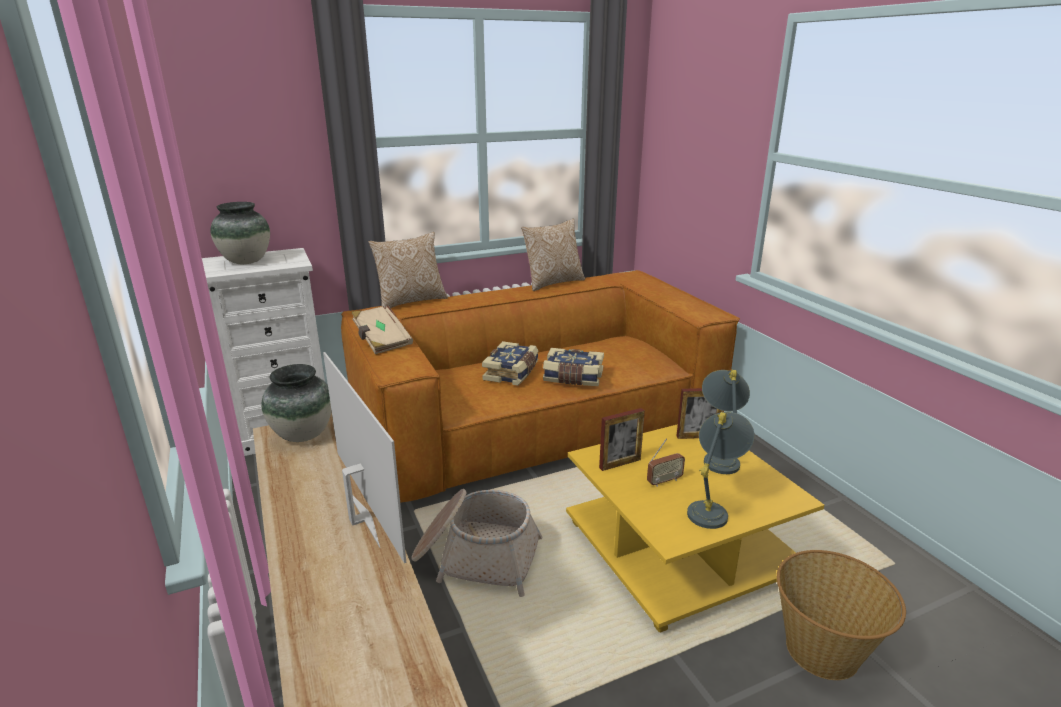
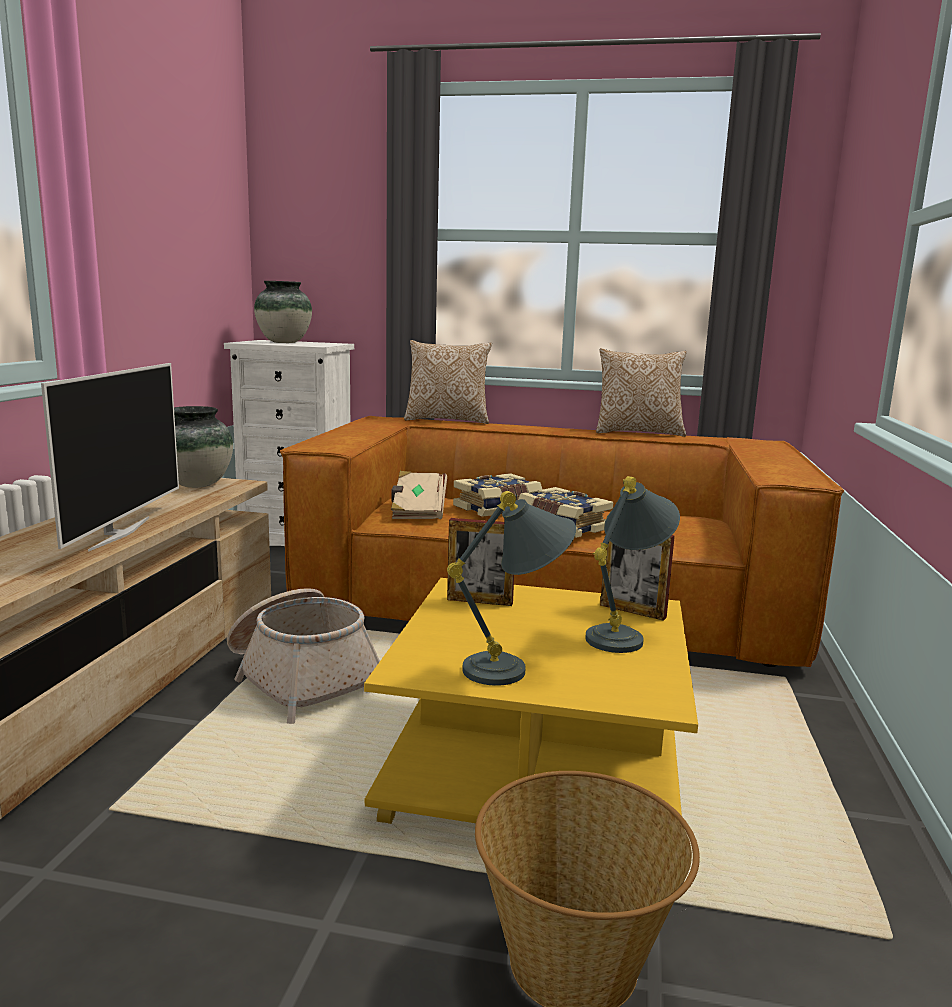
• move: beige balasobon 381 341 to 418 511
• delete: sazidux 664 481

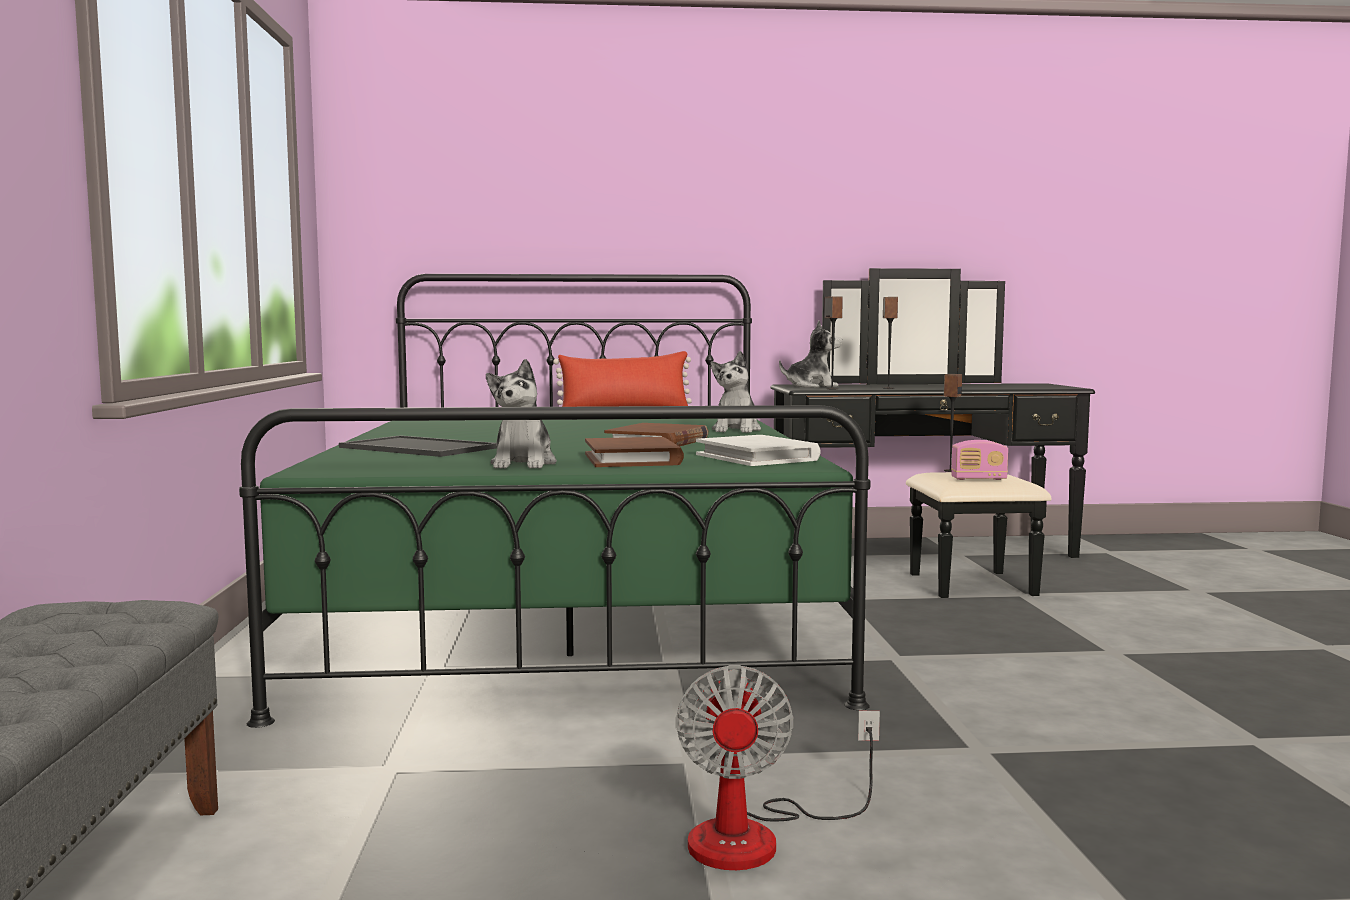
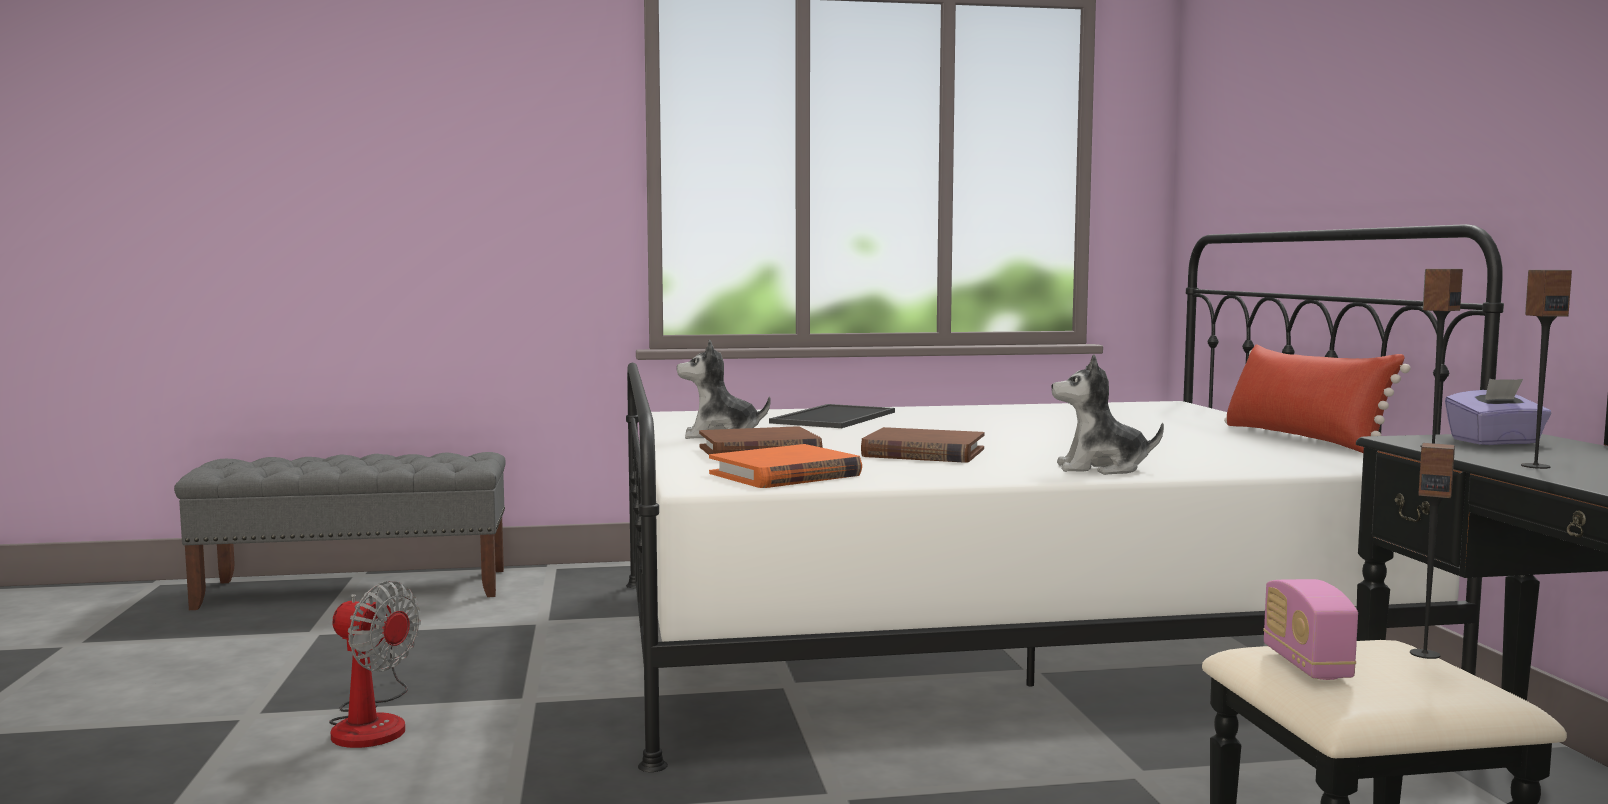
• recolor: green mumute 573 607 to white mumute 983 638
• rotate: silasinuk 758 836 = 372 723 150 degrees counterclockwise
• recolor: white balasobon 757 457 to orange balasobon 785 474
• replace: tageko 812 386 to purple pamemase 1495 442

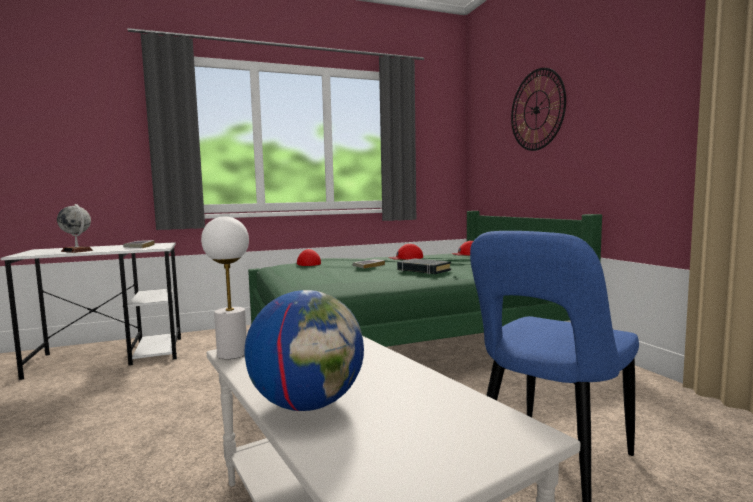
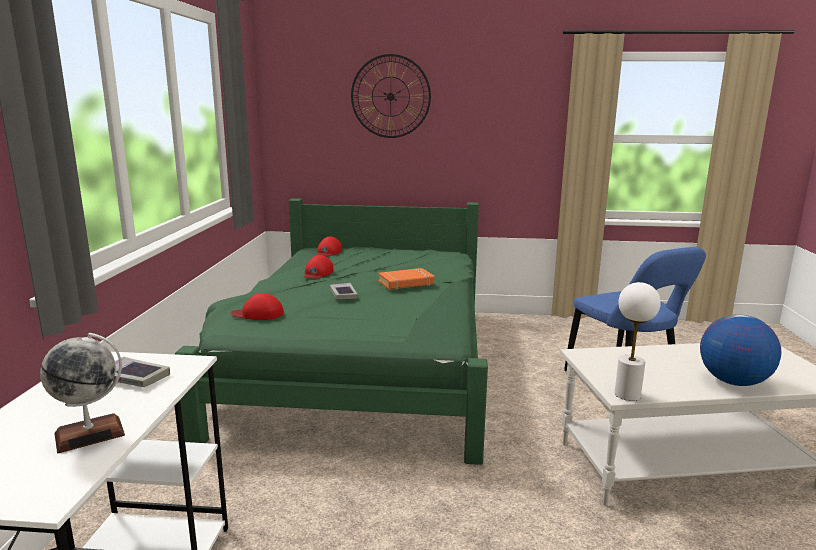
• recolor: black balasobon 423 270 to orange balasobon 406 283

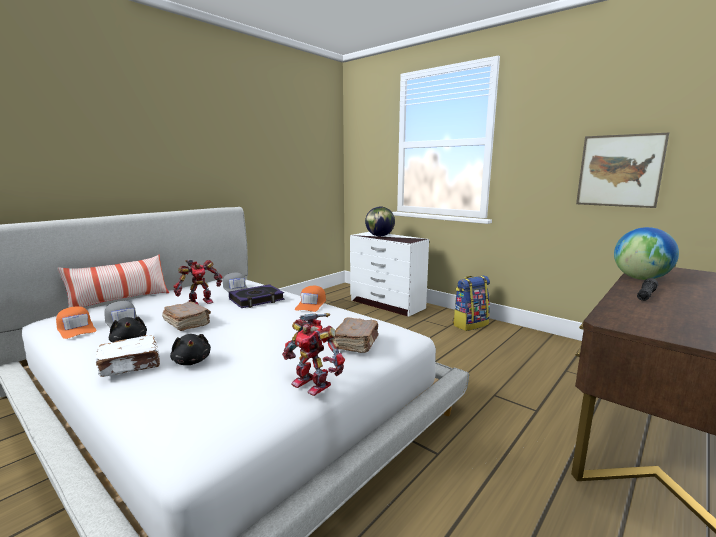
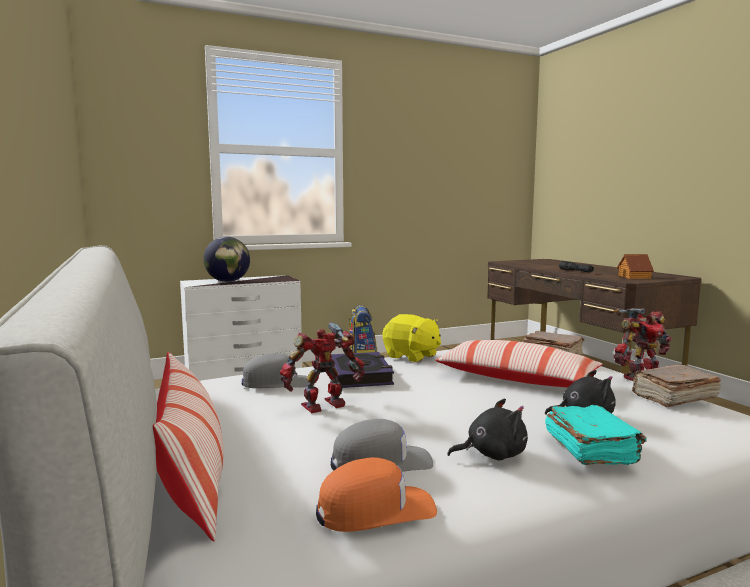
• recolor: white balasobon 131 365 to turquoise balasobon 590 450
• move: brown balasobon 187 324 to 673 397
• rotate: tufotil 200 302 = 325 406 105 degrees counterclockwise
• replace: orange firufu 311 304 to yellow tageko 411 356
• delete: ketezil 619 171
• delete: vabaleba 640 278
• insert: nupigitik 516 379
• insert: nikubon 634 277

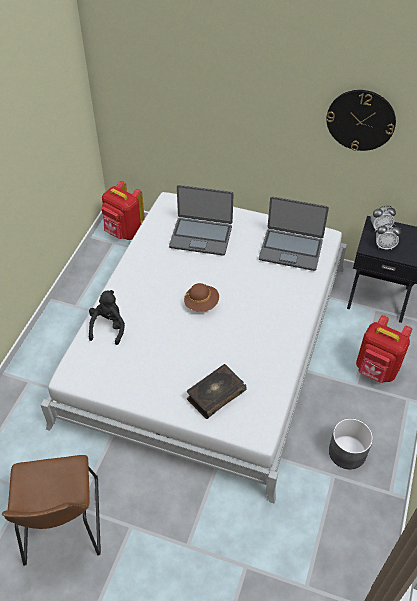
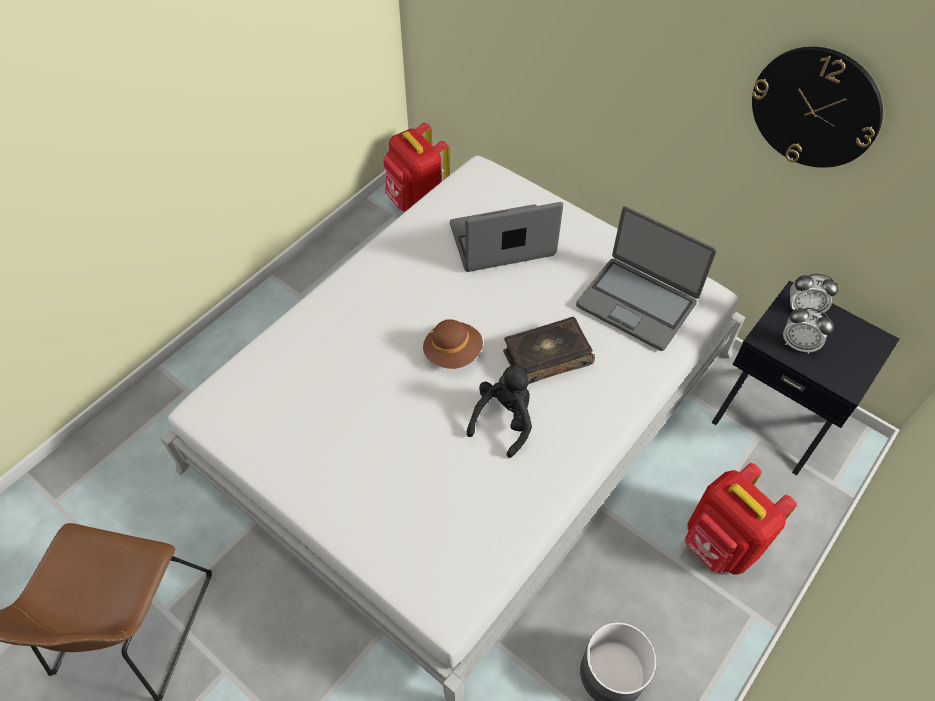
• move: black tageko 108 327 to 504 420
• rotate: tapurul 201 236 = 502 241 135 degrees clockwise
• move: balasobon 215 395 to 546 357

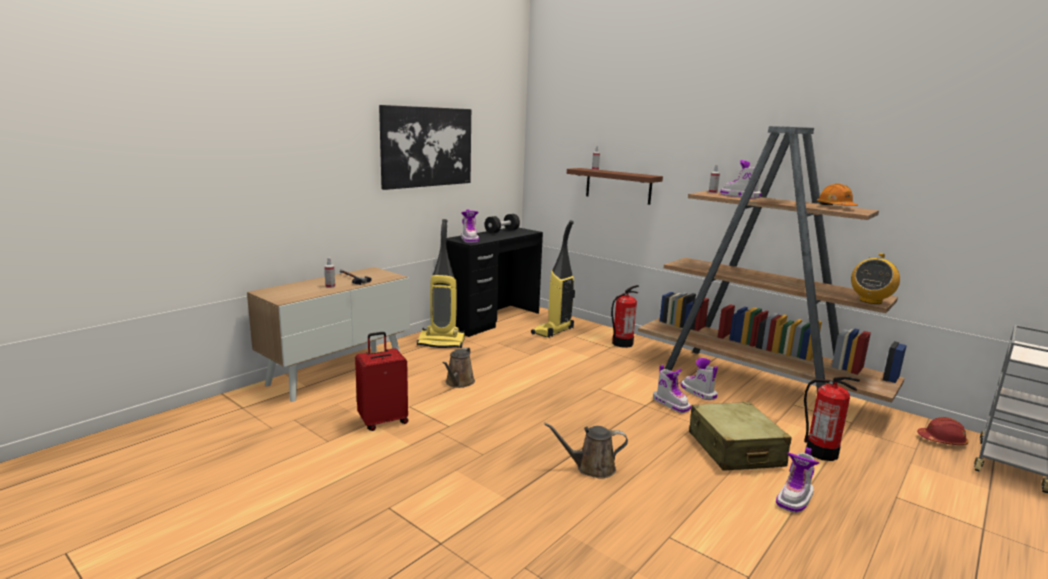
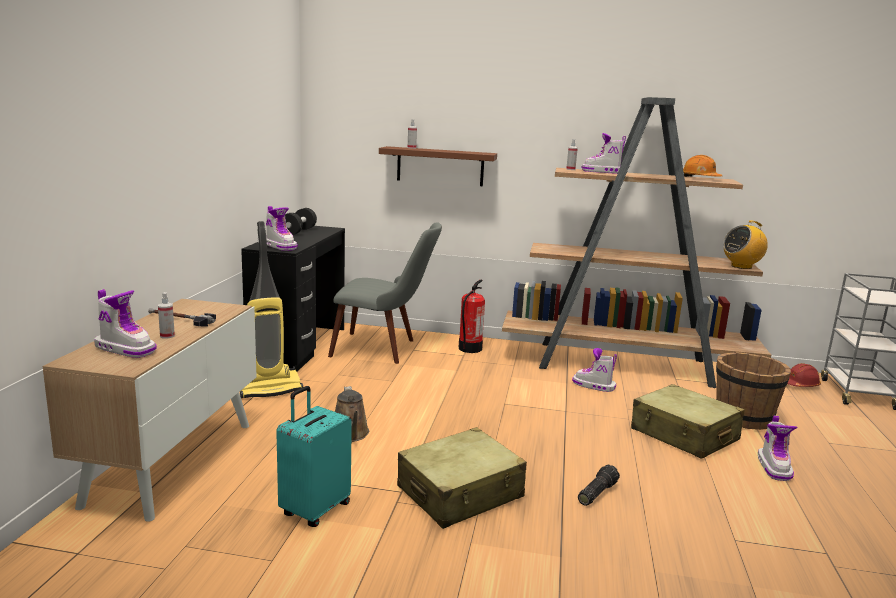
• recolor: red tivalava 383 421 to turquoise tivalava 314 509
• delete: ketezil 427 147
• replace: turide 553 331 to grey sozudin 385 349
• replace: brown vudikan 591 468 to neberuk 596 493
• move: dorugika 671 404 to 126 349
• replace: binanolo 821 452 to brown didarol 743 418
• rotate: sazidux 870 301 = 741 266 60 degrees clockwise
• insert: beige tivalava 460 493

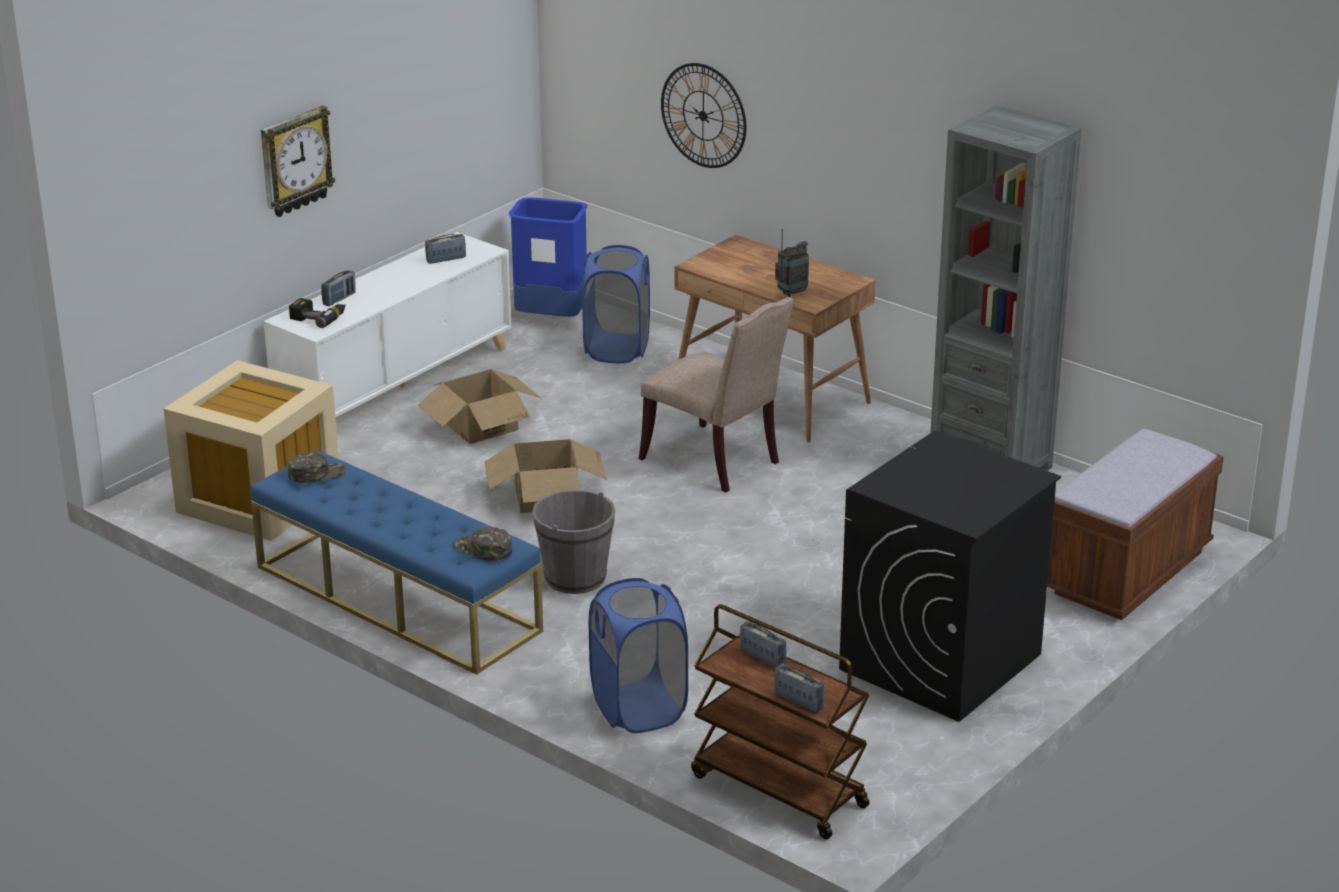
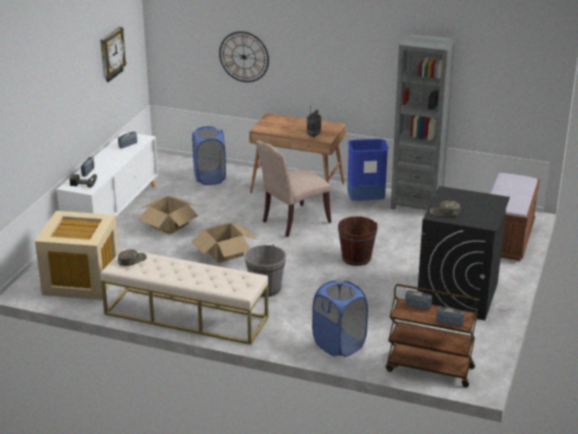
• recolor: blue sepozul 396 598 to beige sepozul 185 316
• move: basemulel 295 161 to 111 54
• move: green firufu 483 549 to 444 212
• move: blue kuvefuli 551 318 to 365 201
• rotate: beige sozudin 716 461 = 293 222 120 degrees clockwise
• insert: brown didarol 356 258

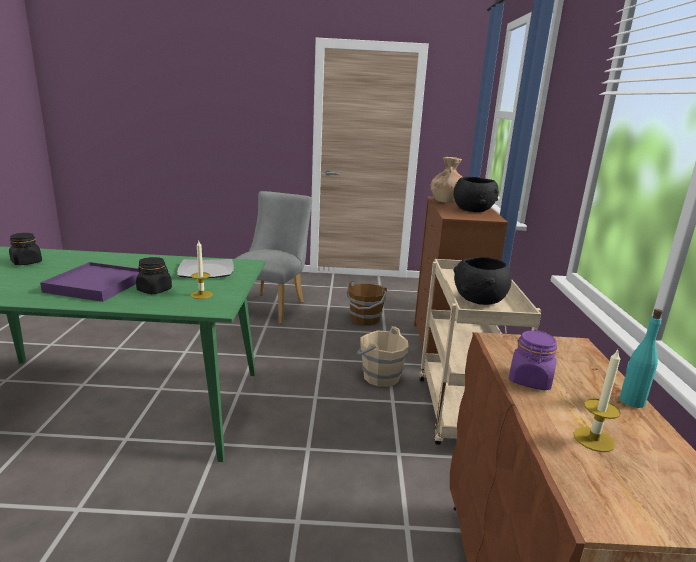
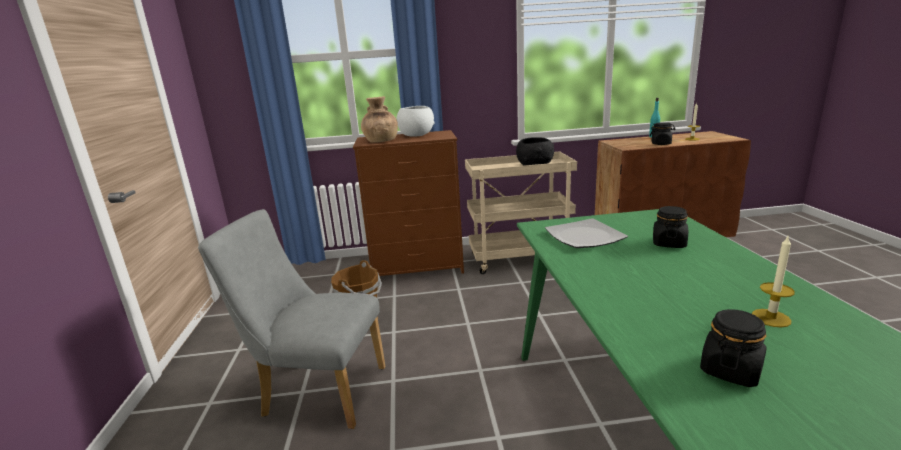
• delete: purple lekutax 96 285
• move: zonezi 201 295 to 771 318
• delete: beige didarol 380 376
• recolor: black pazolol 473 210 to white pazolol 416 135
• recolor: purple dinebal 530 380 to black dinebal 661 144

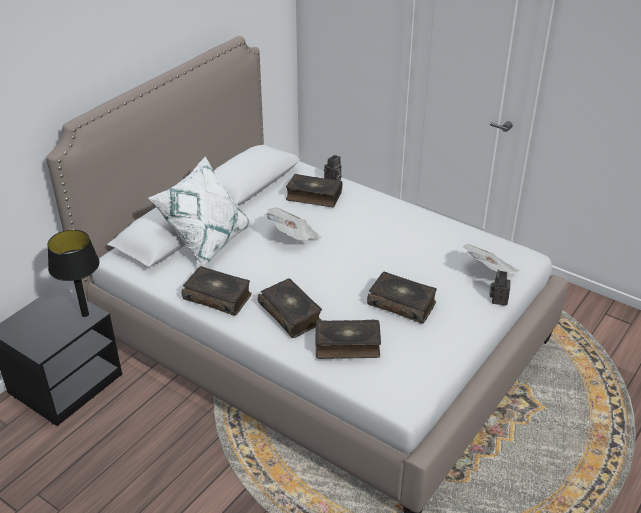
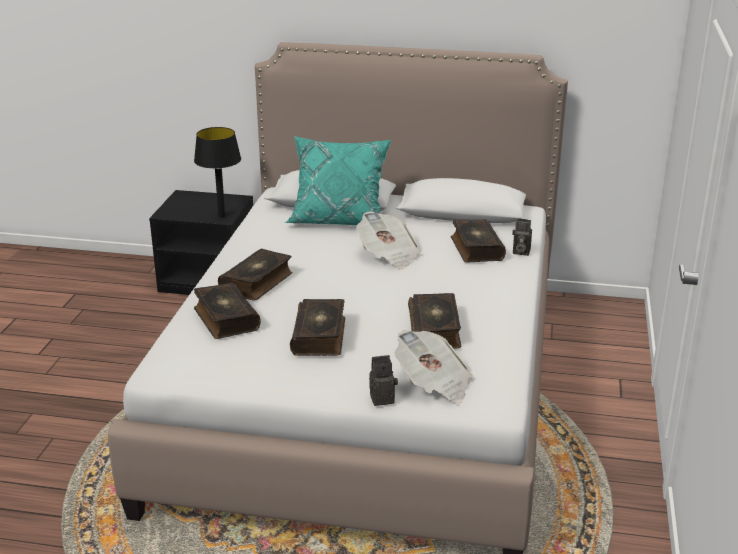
• recolor: white nupigitik 207 241 to turquoise nupigitik 339 219
• move: balasobon 218 297 to 435 330

